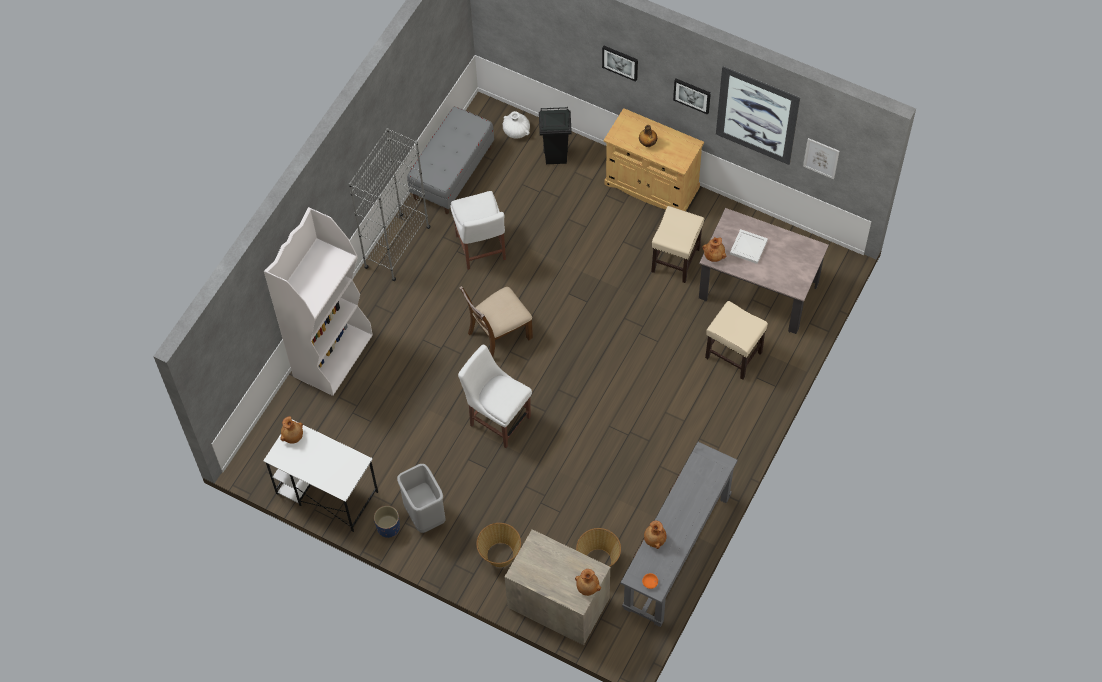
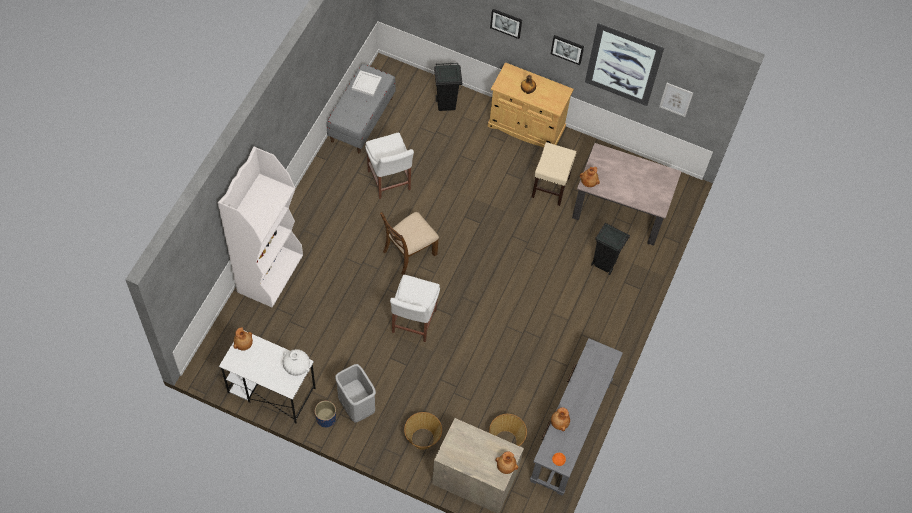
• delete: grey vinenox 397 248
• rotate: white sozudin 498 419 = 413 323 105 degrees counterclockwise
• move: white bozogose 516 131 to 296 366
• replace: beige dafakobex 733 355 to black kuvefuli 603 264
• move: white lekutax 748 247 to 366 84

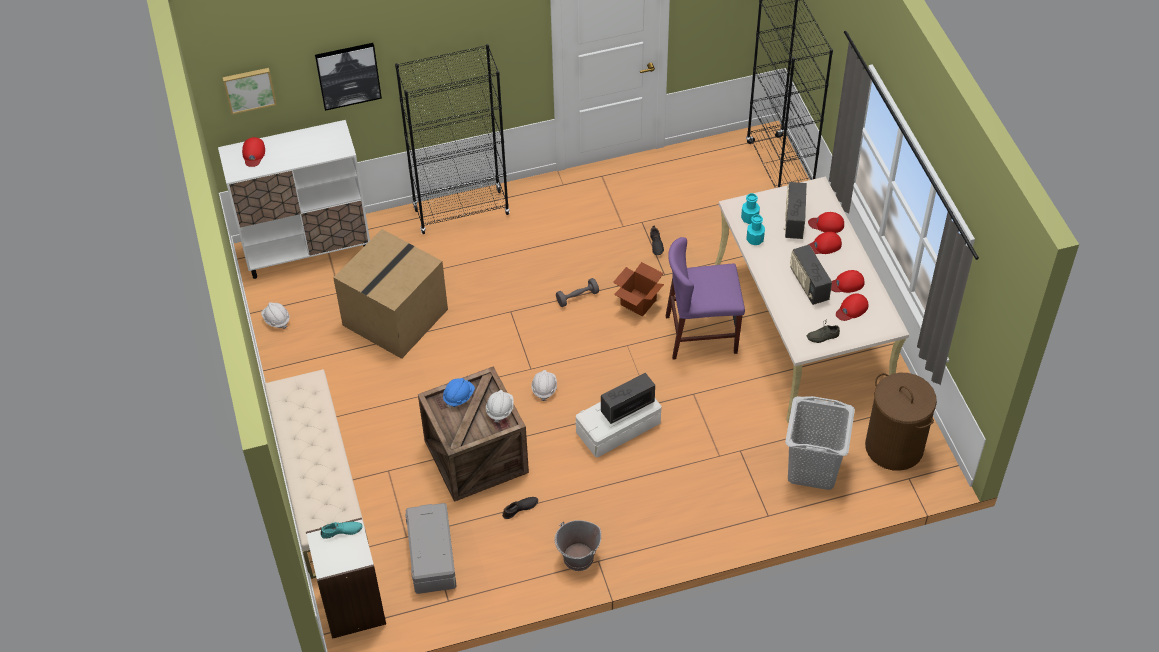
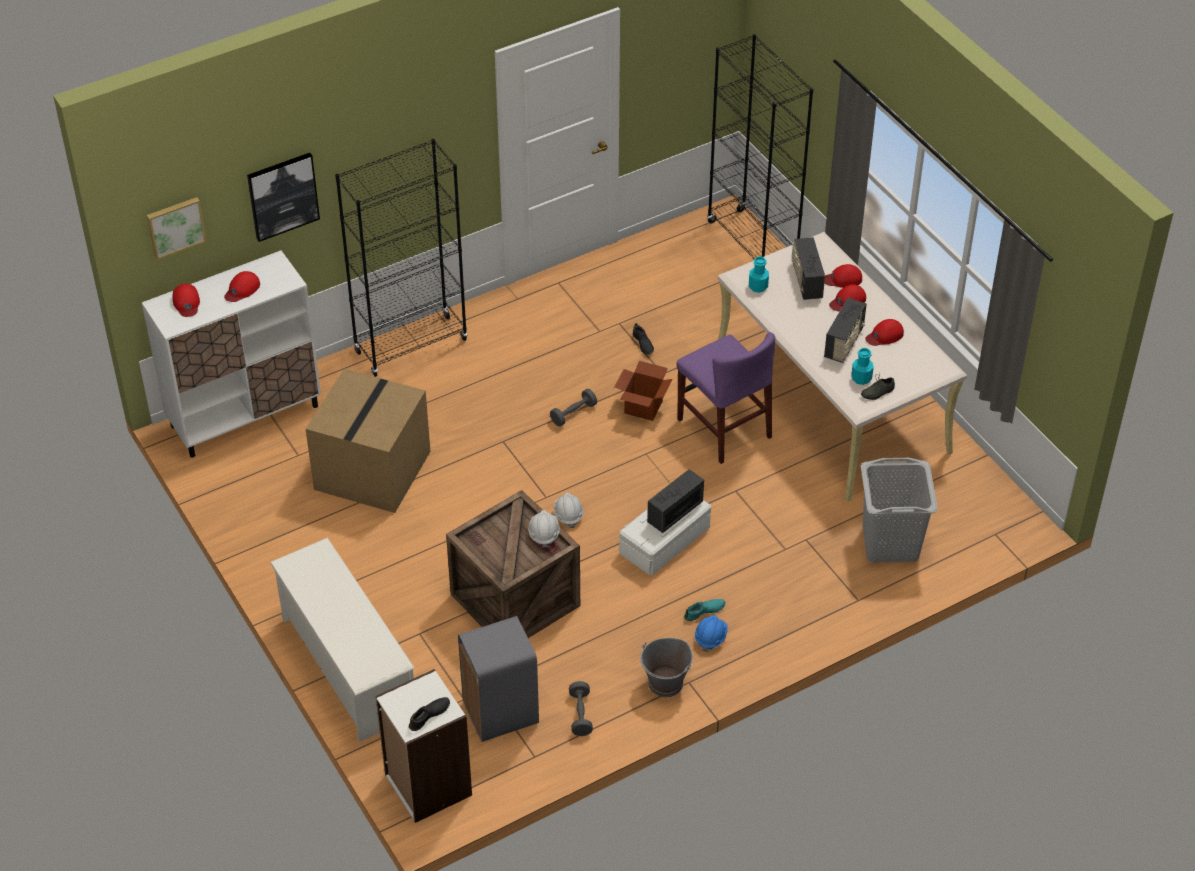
• delete: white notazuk 276 320
• replace: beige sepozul 321 488 to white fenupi 347 667
• move: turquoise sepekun 341 531 to 704 611
• replace: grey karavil 433 556 to grey kuvefuli 501 714
• move: blue notazuk 458 396 to 710 637
• move: black sepekun 520 509 to 429 716
• rotate: purple sozudin 701 334 = 724 428 105 degrees counterclockwise
• move: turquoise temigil 755 239 to 861 378
• rotate: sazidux 808 284 = 844 343 120 degrees counterclockwise
• move: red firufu 851 309 to 242 289
• delete: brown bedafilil 893 447
• insert: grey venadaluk 580 714

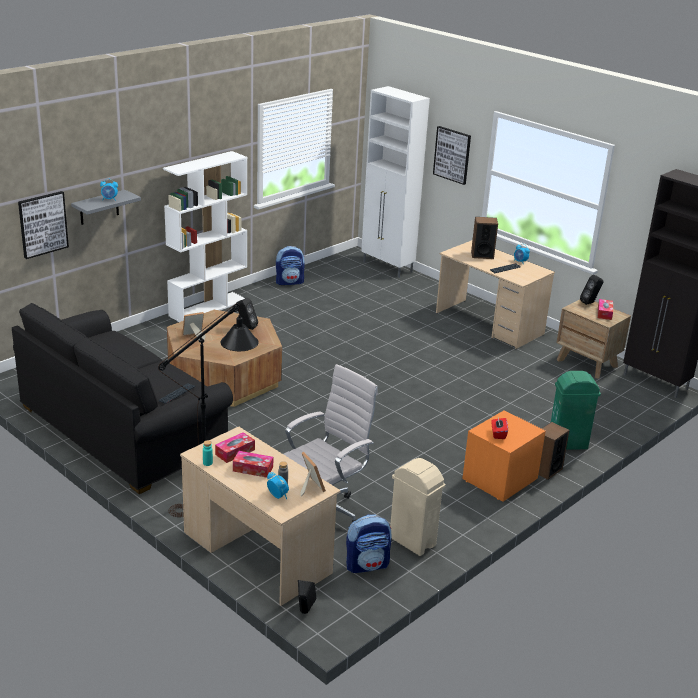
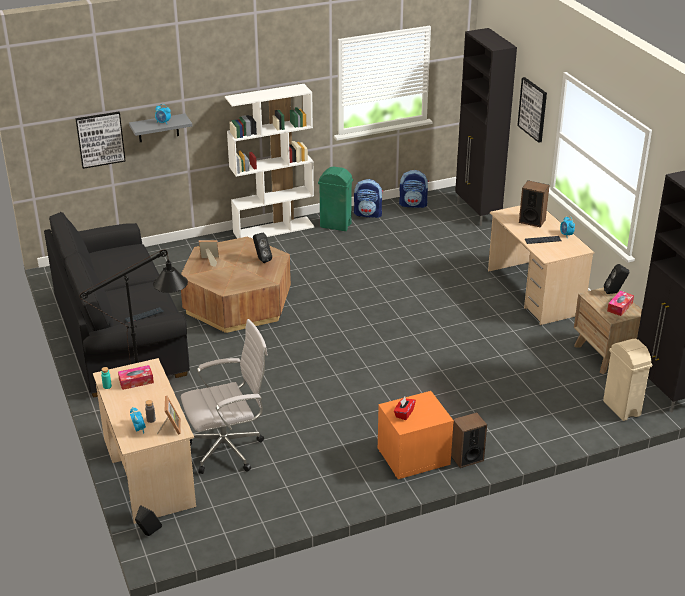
• delete: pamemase 253 469
• move: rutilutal 367 565 to 413 204
• recolor: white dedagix 387 267 to black dedagix 477 212
• move: beige kuvefuli 412 541 to 621 408
• move: green kuvefuli 568 444 to 336 225

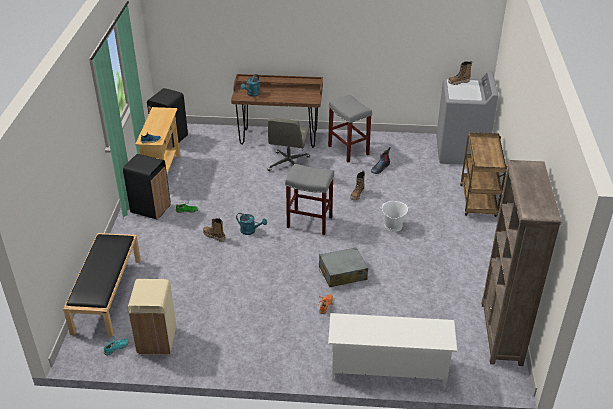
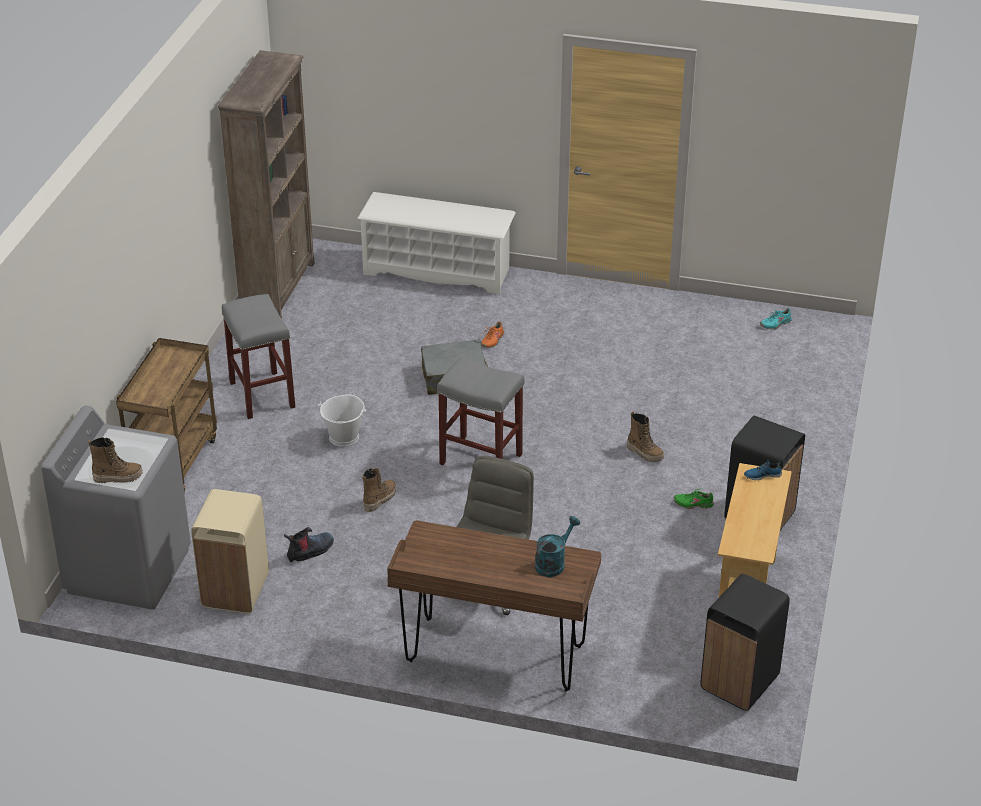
• delete: black sepozul 107 295
• move: beige kuvefuli 157 340 to 234 591
• delete: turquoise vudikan 250 231
• move: grey dafakobex 348 150 to 263 395

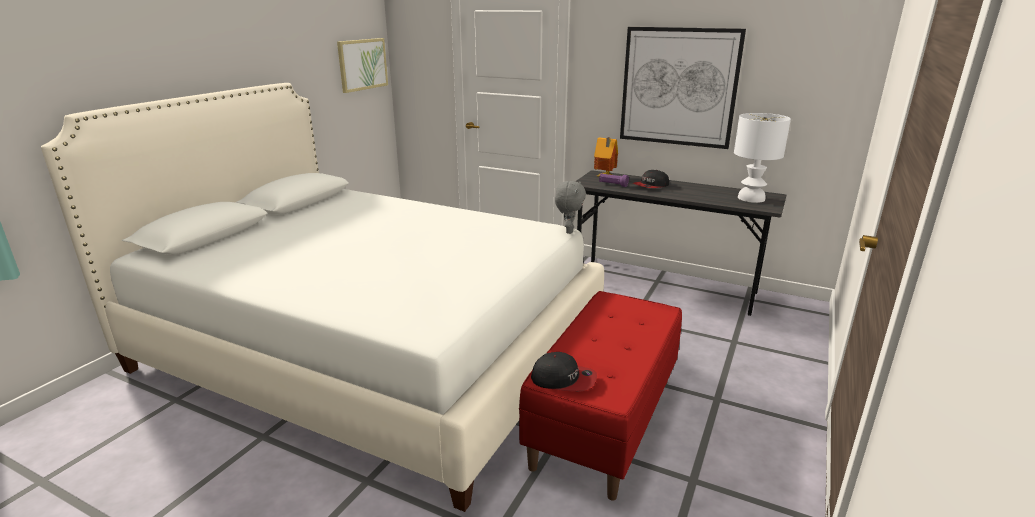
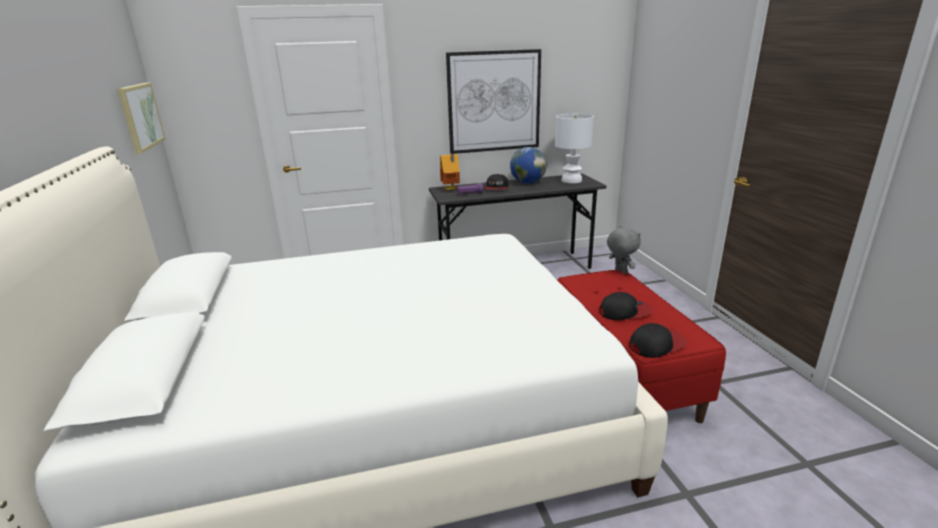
• move: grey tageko 568 231 to 620 271
• insert: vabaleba 527 183
• insert: firufu 624 312

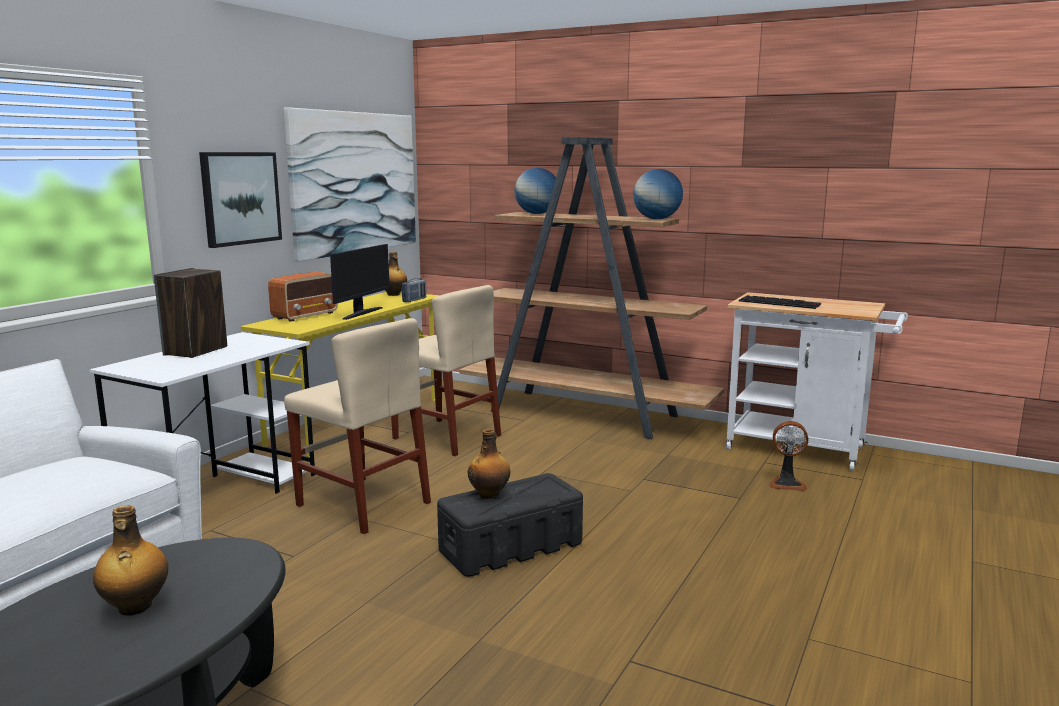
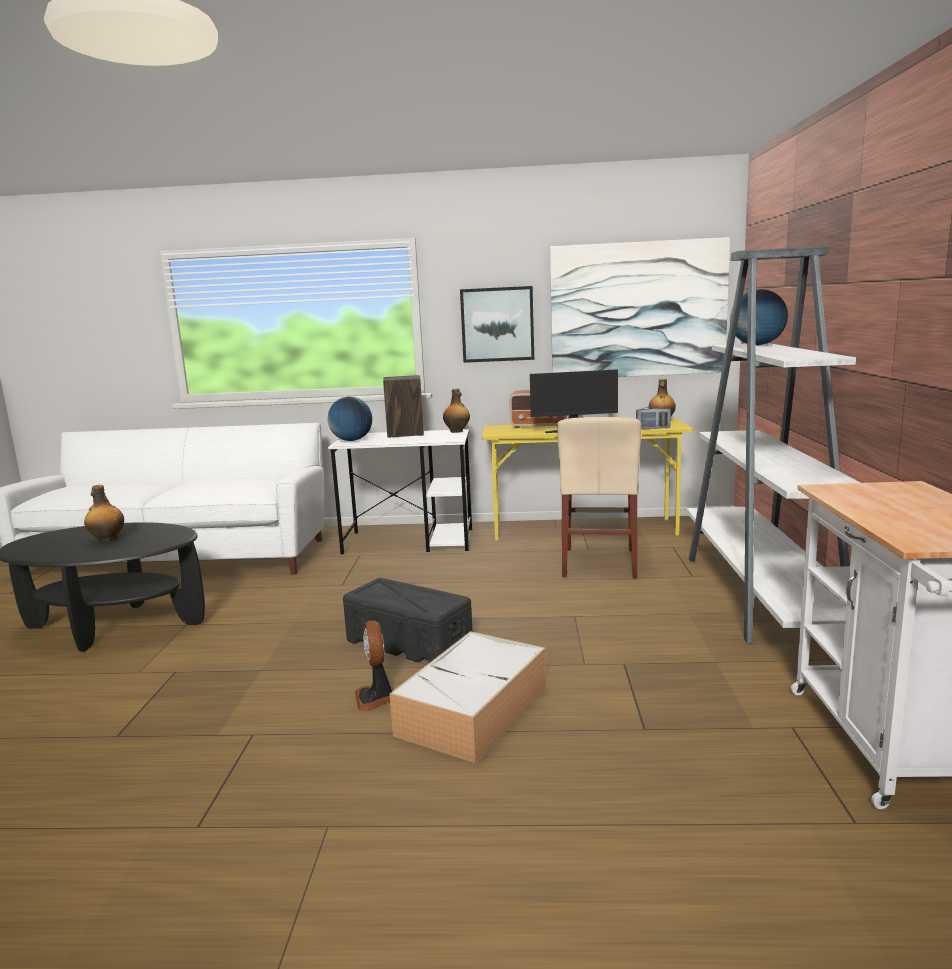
• delete: beige sozudin 363 504
• recolor: brown vinenox 586 414 to white vinenox 763 596
• move: temigil 489 494 to 457 431
• move: vabaleba 657 219 to 352 440
• delete: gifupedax 780 303
• move: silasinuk 786 484 to 376 698
• insert: karavil 473 711

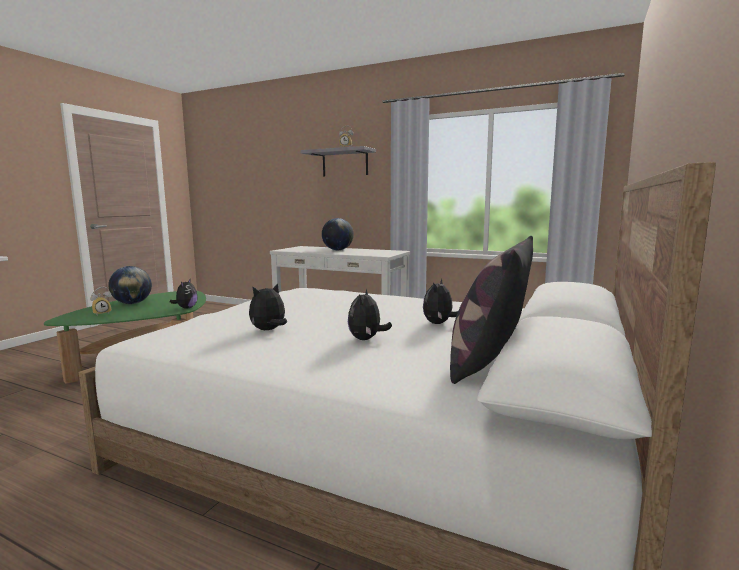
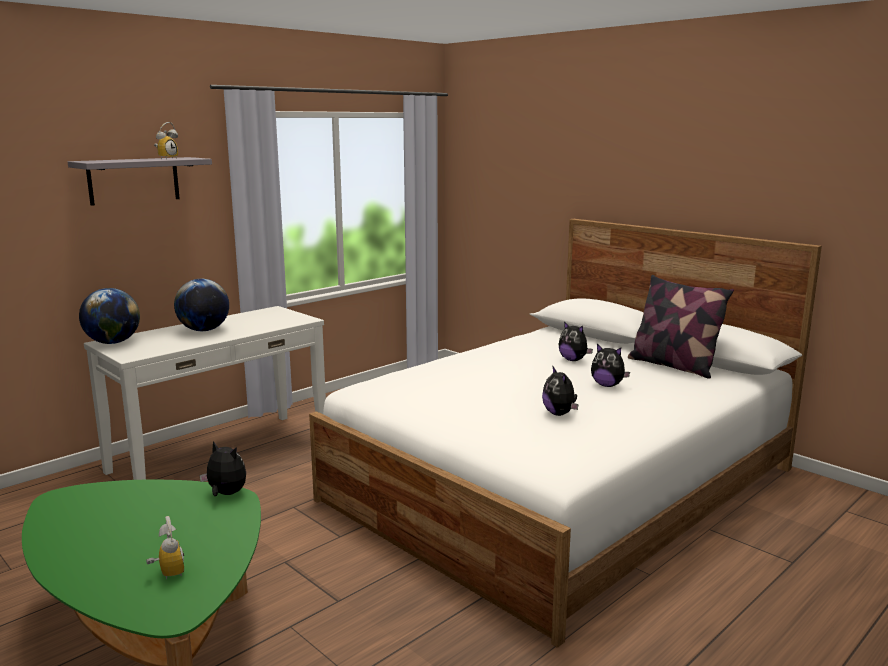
• move: vabaleba 132 303 to 113 342

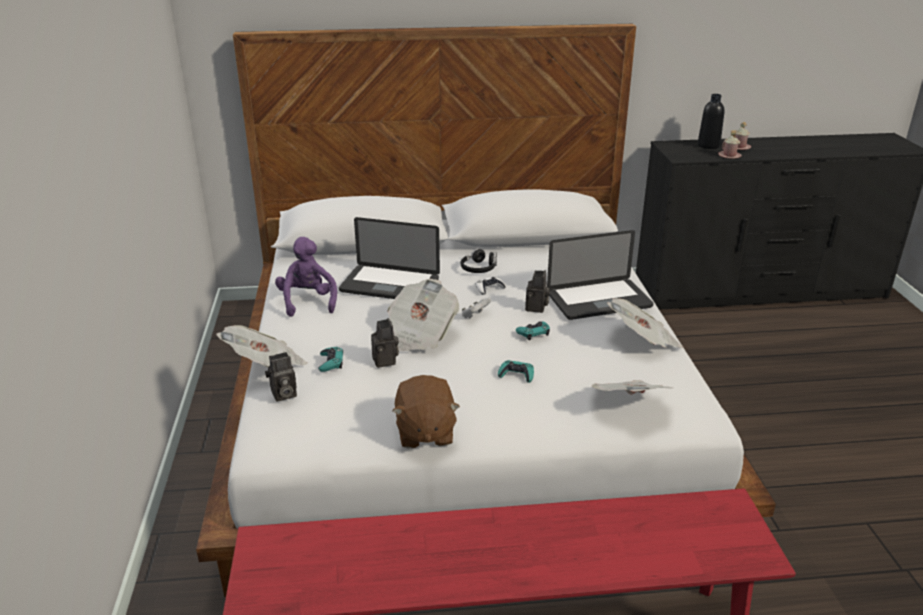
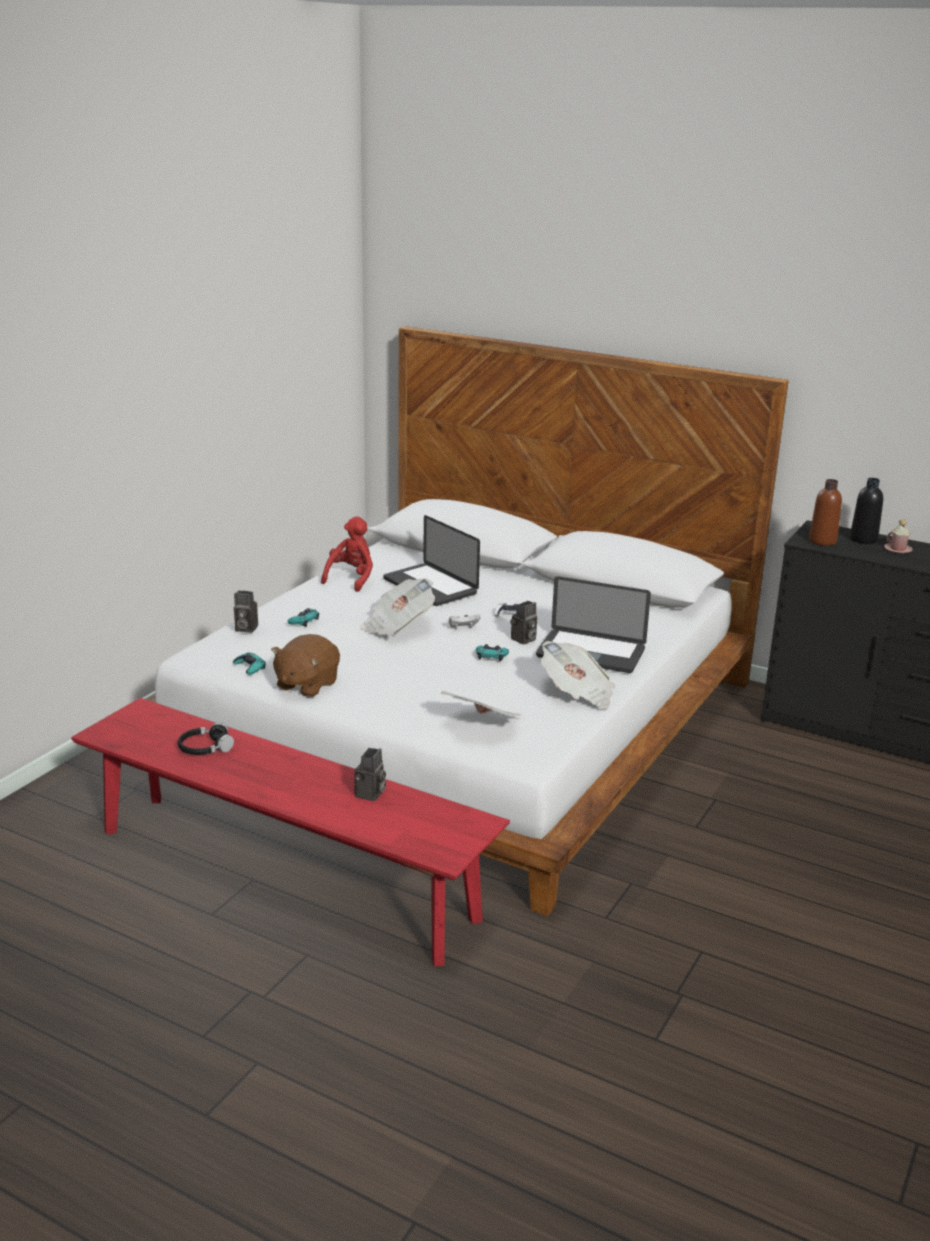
• delete: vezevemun 266 366
• recolor: purple tageko 308 302 to red tageko 351 578
• move: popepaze 386 361 to 370 795
• move: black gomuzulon 479 268 to 205 748
• move: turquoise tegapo 516 375 to 250 667
• delete: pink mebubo 729 156
• insert: brown temigil 822 541

